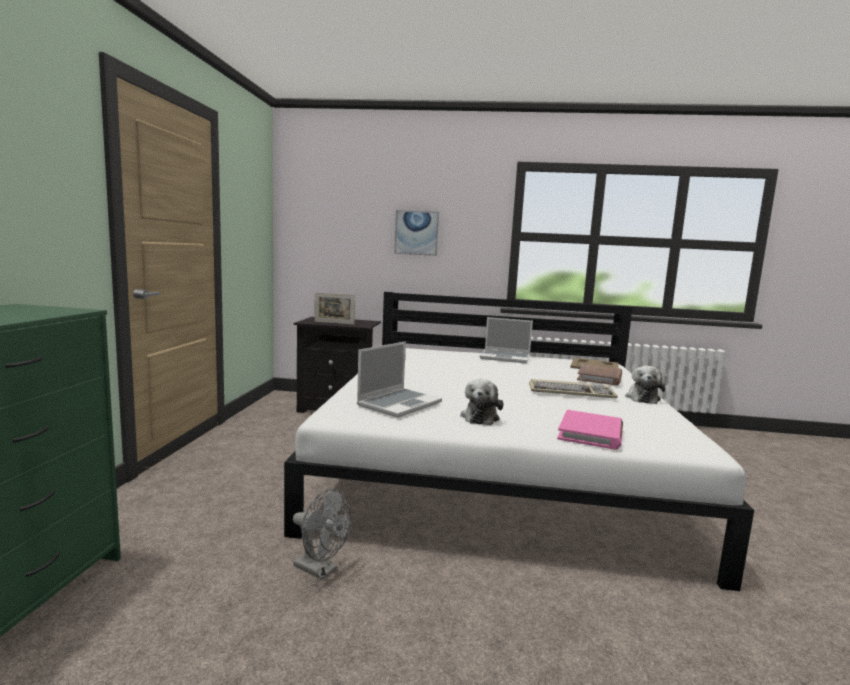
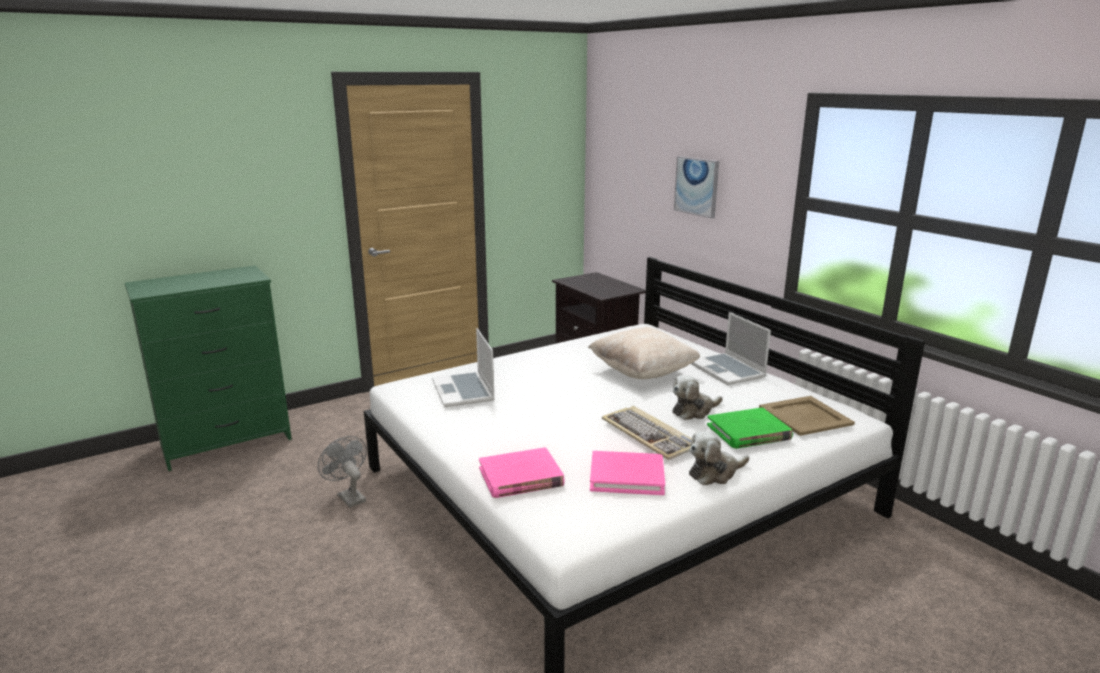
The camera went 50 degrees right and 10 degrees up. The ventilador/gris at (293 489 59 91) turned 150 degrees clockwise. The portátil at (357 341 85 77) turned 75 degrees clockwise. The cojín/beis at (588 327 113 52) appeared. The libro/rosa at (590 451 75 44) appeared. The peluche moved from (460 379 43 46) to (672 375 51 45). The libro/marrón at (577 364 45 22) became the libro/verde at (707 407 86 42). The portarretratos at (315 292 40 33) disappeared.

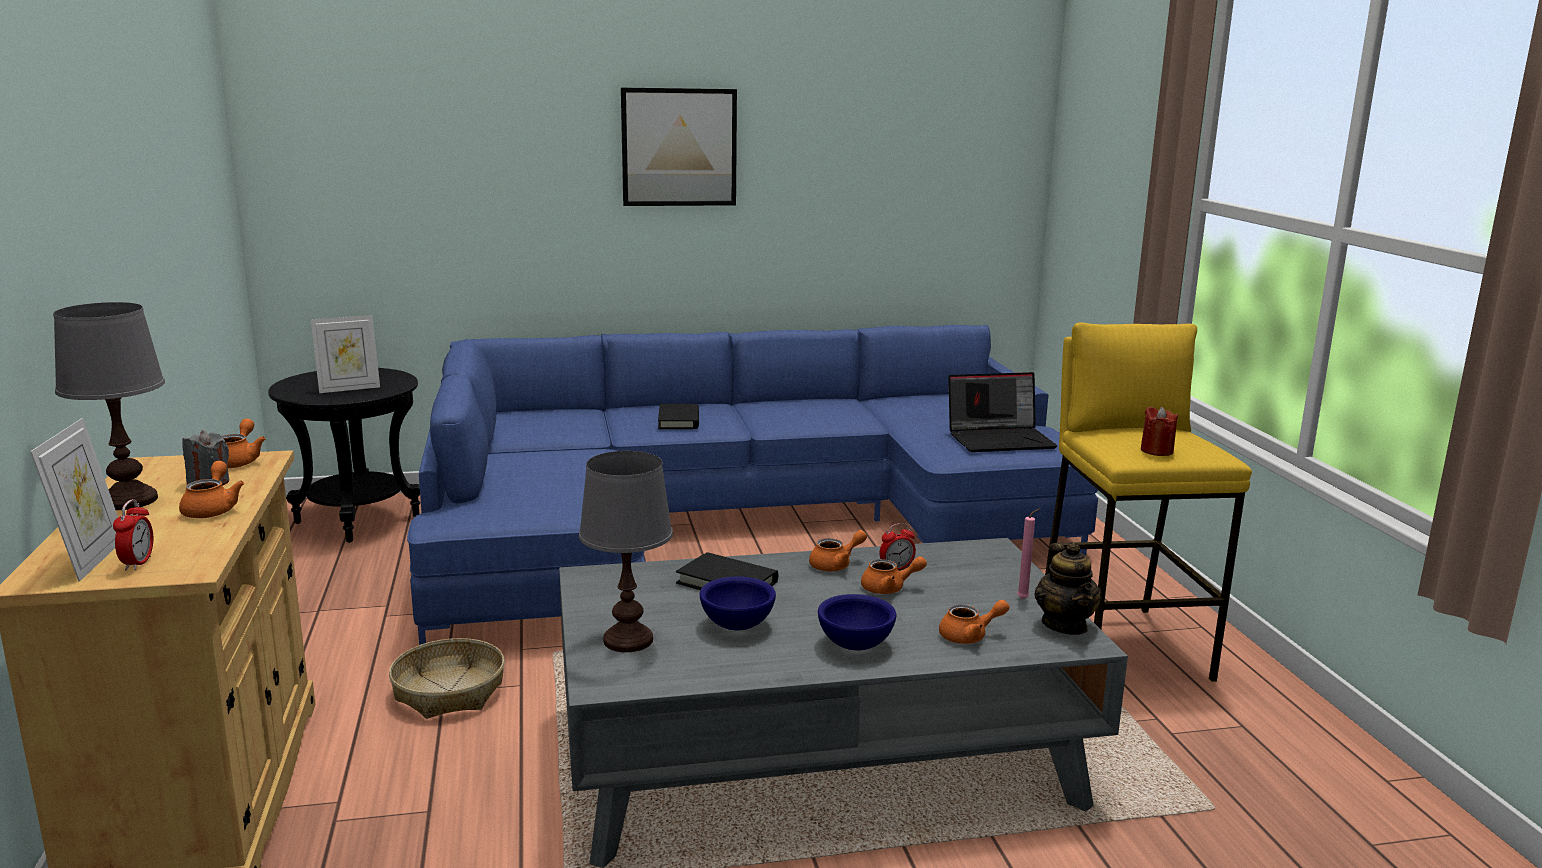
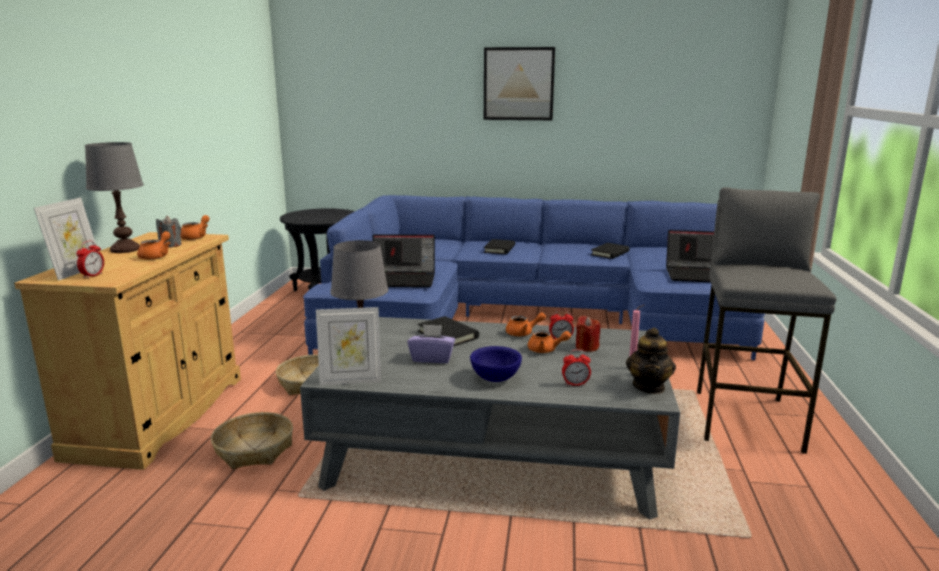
The camera went 20 degrees right and 0 degrees up. The cesta at (211 412 82 57) appeared. The portarretratos moved from (311 315 69 78) to (316 307 65 78). The portátil at (372 234 63 53) appeared. The cuenco/azul at (700 577 76 53) was replaced by the caja de pañuelos/morado at (407 324 48 39). The tetera/naranja at (939 600 71 44) was replaced by the despertador at (562 349 29 37). The vela/rojo moved from (1141 406 37 50) to (576 316 24 36). The libro/negro at (591 243 39 16) appeared. The taburete/amarillo at (1045 322 207 360) became the taburete/gris at (697 187 140 267).

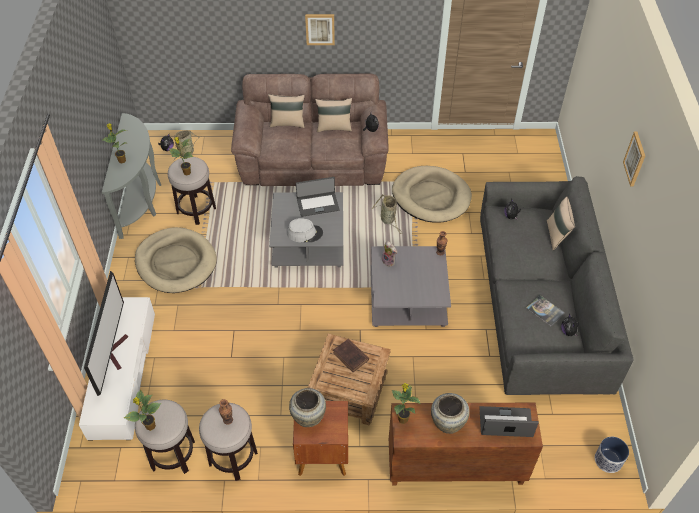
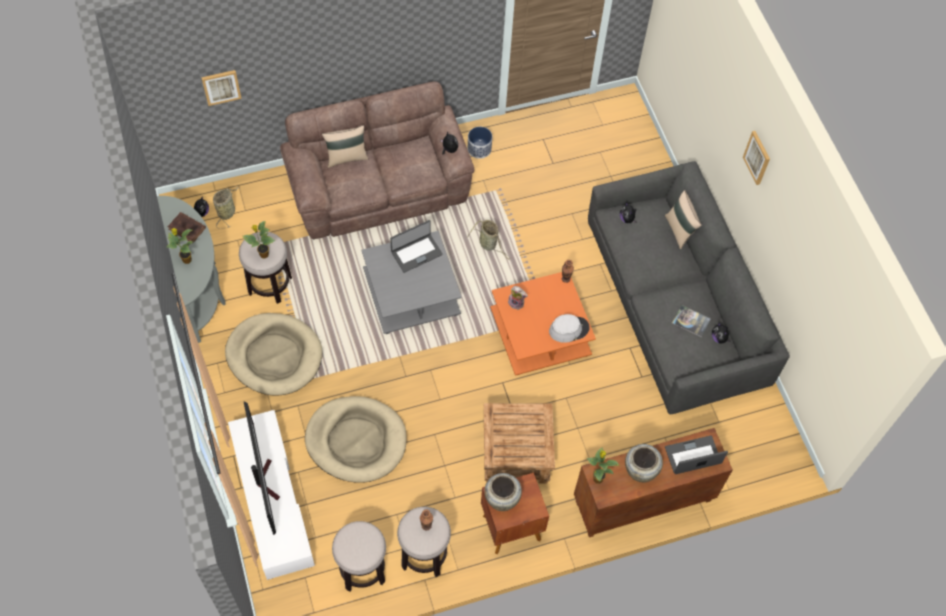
The camera went 20 degrees left and 10 degrees up. The libro/marrón moved from (333 339 36 33) to (168 212 38 31). The cuadro moved from (305 14 30 31) to (201 70 41 36). The cama para perro/beis moved from (392 166 80 56) to (305 396 101 87). The maceta moved from (595 437 34 36) to (468 127 24 32). The mesa de centro/gris at (371 246 80 81) became the mesa de centro/naranja at (490 272 106 104). The sombrero/gris moved from (287 218 36 25) to (549 314 41 29). The planta en maceta at (124 390 37 41) disappeared. The cojín/beis at (315 98 37 34) disappeared.

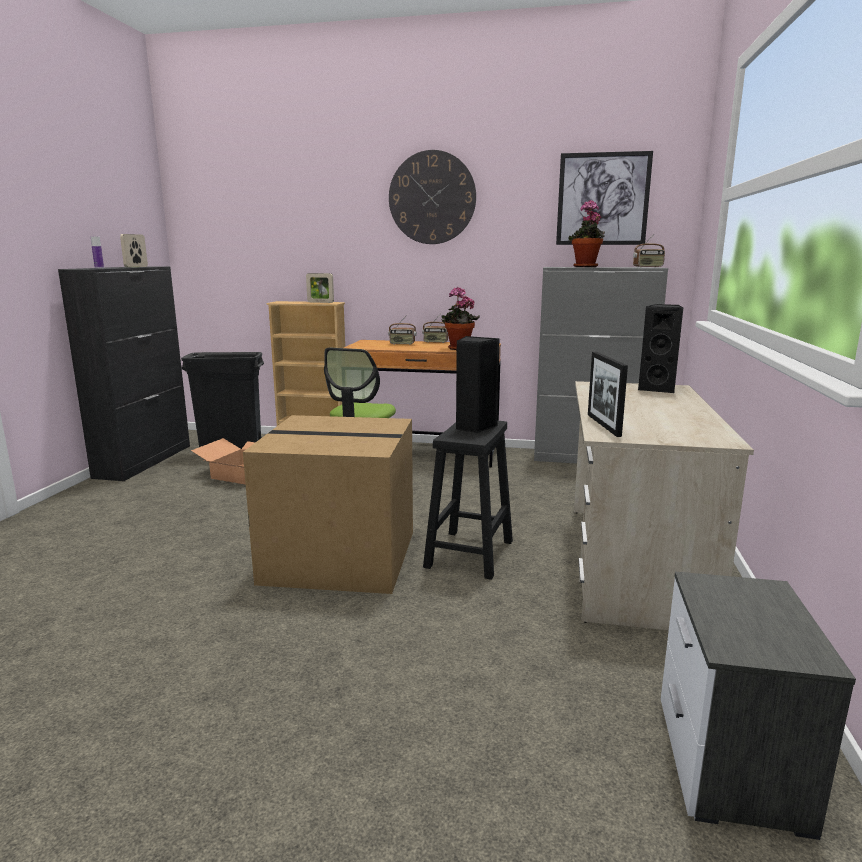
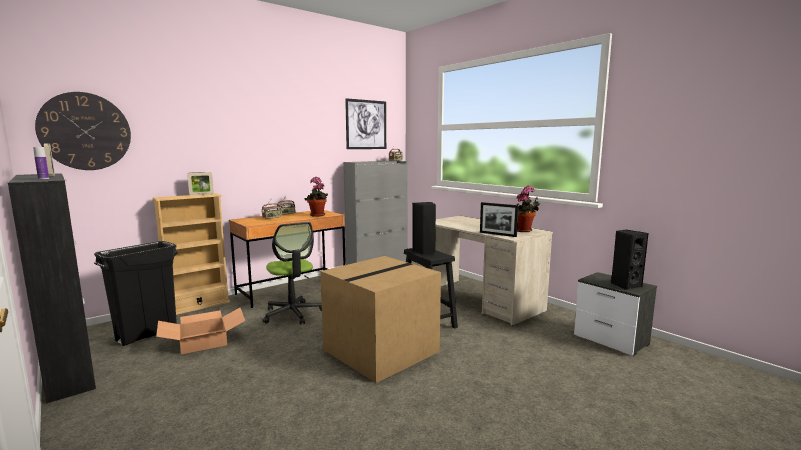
The camera went 50 degrees left and 5 degrees down. The reloj de pared moved from (389 150 87 94) to (35 92 96 78). The planta en maceta moved from (568 200 37 67) to (516 186 24 46). The altavoz/negro moved from (638 304 45 89) to (611 229 38 61).

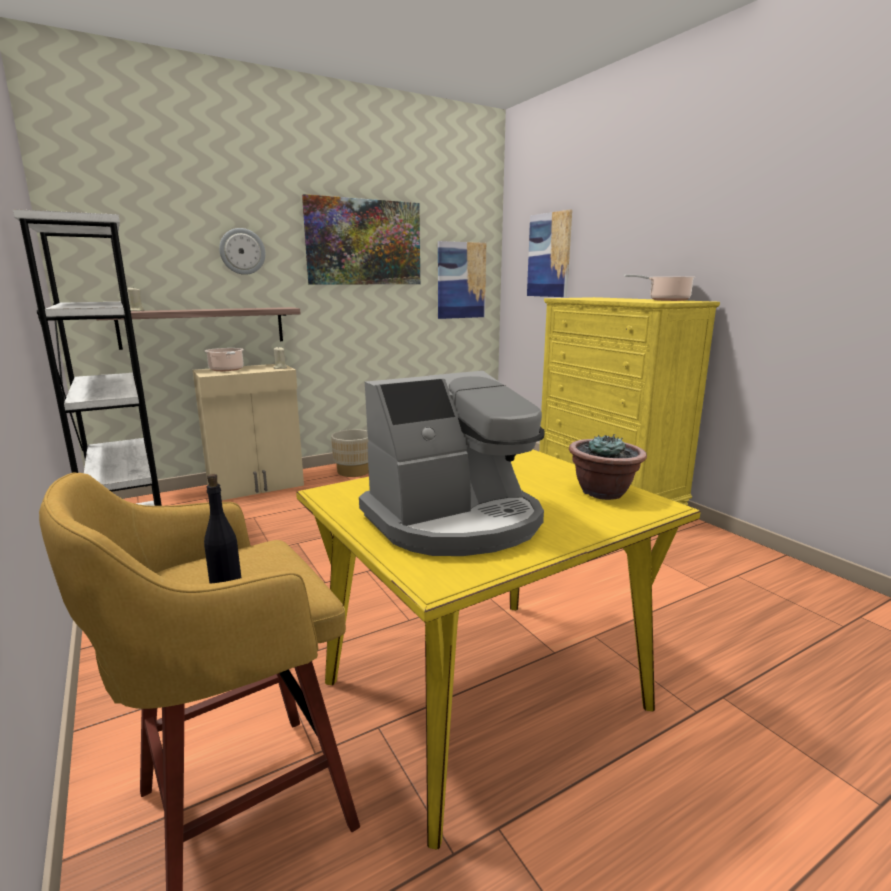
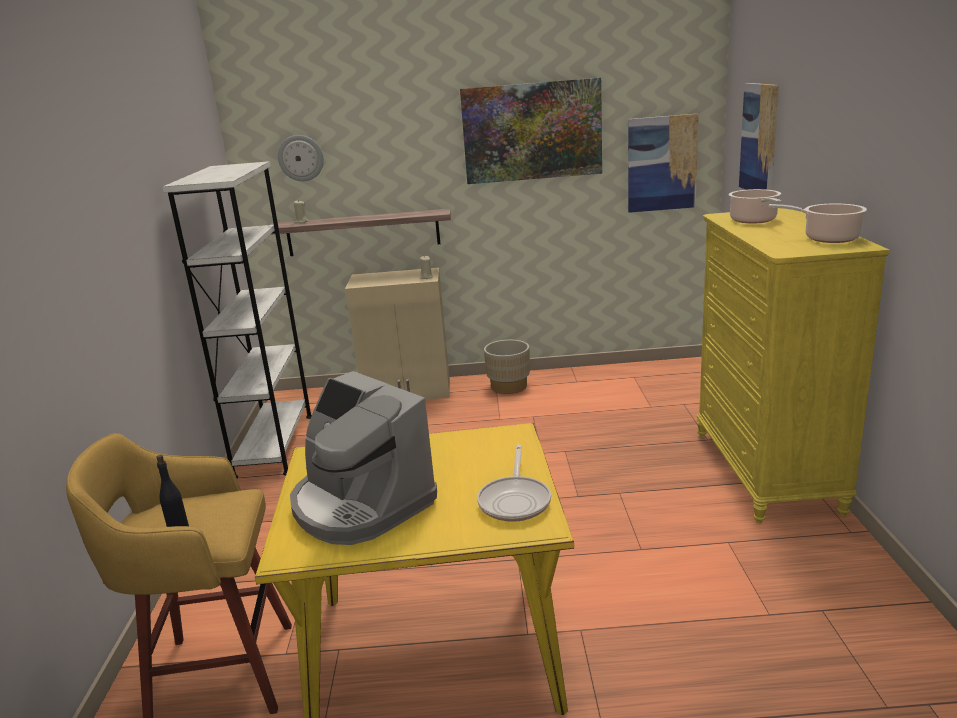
The camera went 30 degrees right and 5 degrees up. The reloj de pared moved from (219 228 46 47) to (278 135 46 46). The cafetera at (359 371 186 185) turned 45 degrees clockwise. The planta en maceta at (569 434 78 66) was replaced by the sartén at (477 445 74 77). The olla moved from (205 348 39 23) to (729 189 53 35).

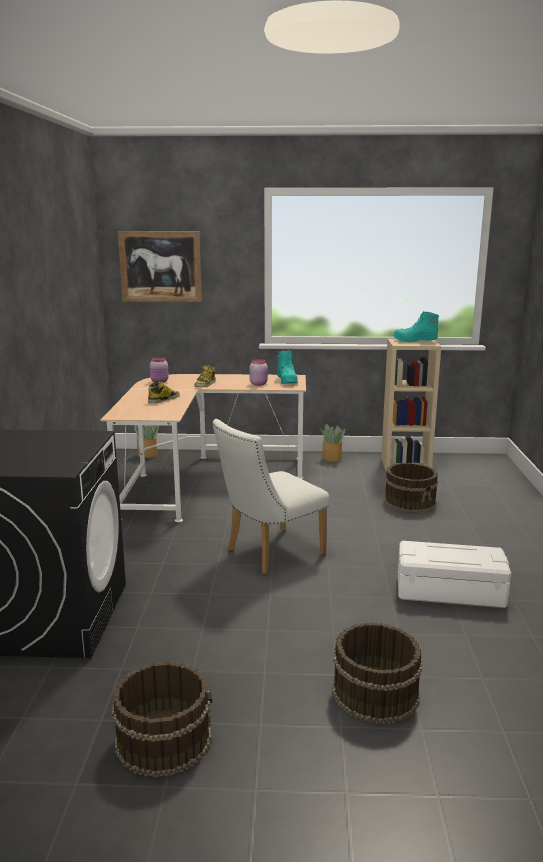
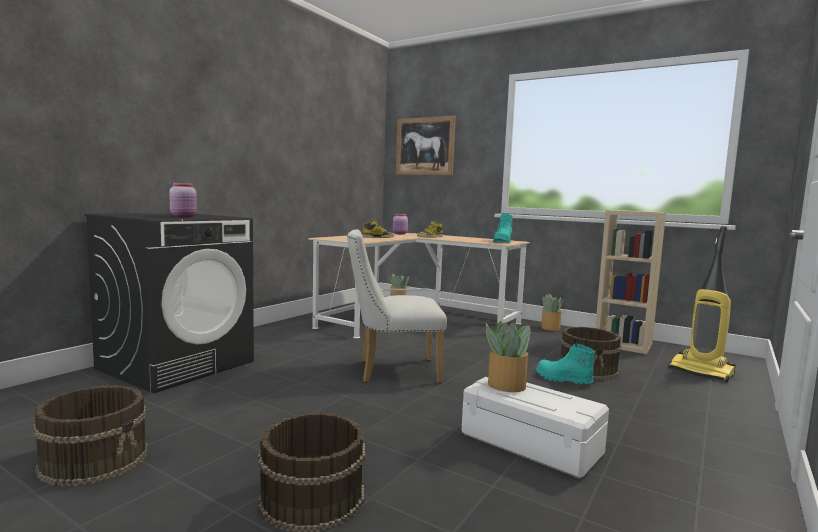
The camera went 30 degrees right and 10 degrees down. The tarro/rosa moved from (249 359 19 27) to (169 183 28 34). The planta en maceta at (486 321 44 71) appeared. The bota/turquesa moved from (393 311 46 32) to (536 344 59 40). The aspiradora at (668 226 68 156) appeared.

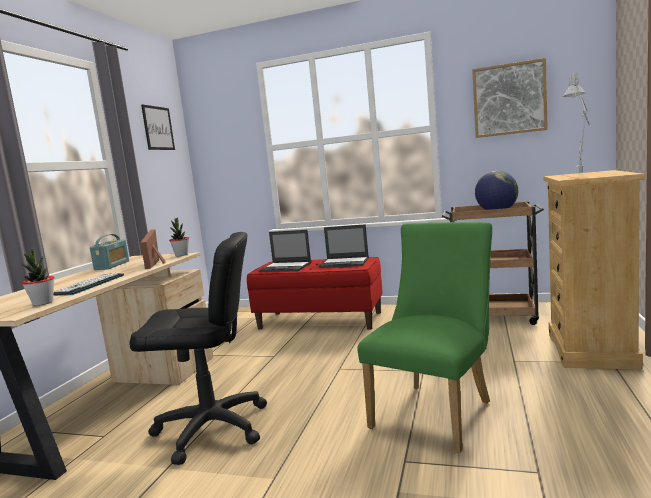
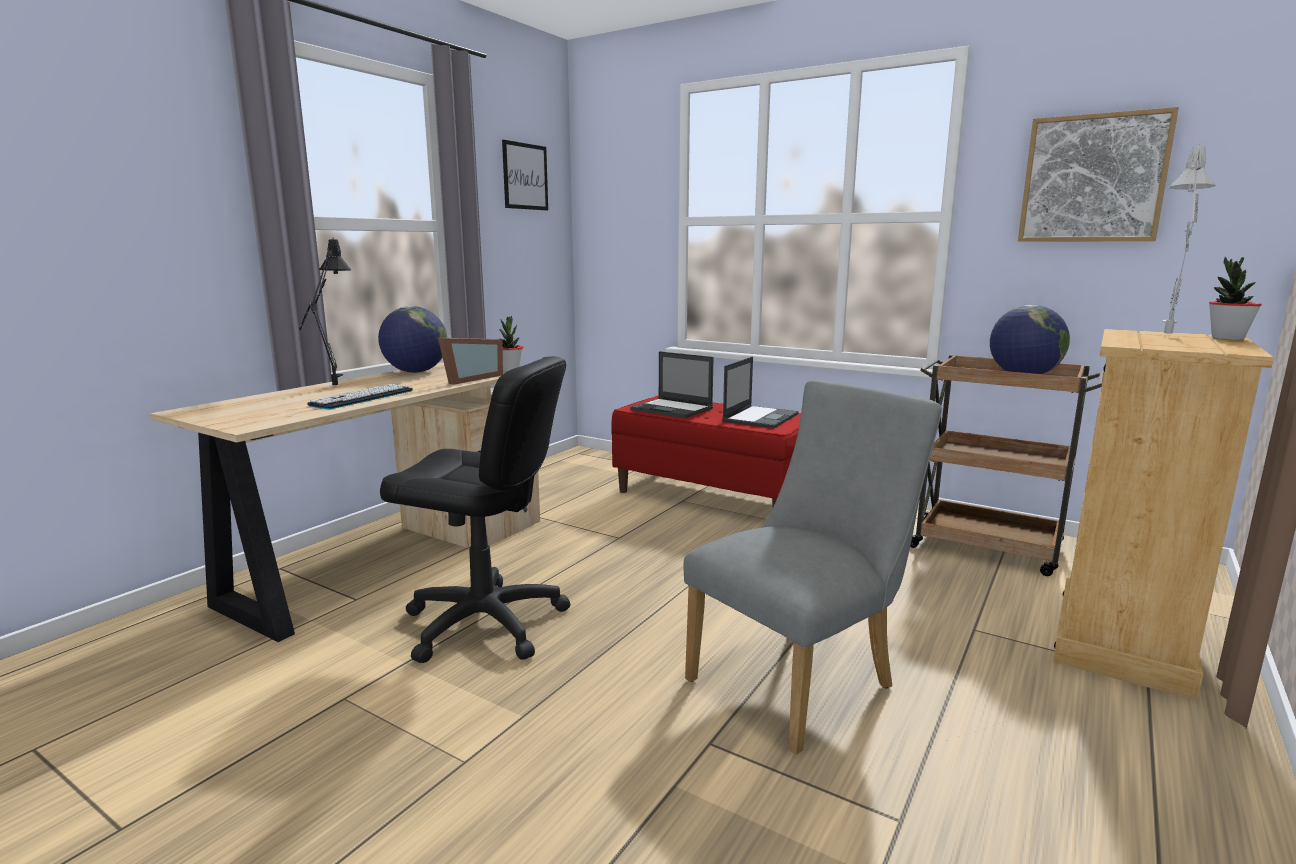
The camera went 15 degrees right and 5 degrees up. The lámpara de mesa/negro at (299 239 52 146) appeared. The radio at (90 234 39 36) was replaced by the globo terráqueo at (378 306 69 67). The portarretratos at (141 229 25 40) turned 150 degrees counterclockwise. The silla/verde at (357 222 135 231) became the silla/gris at (683 380 259 375). The portátil at (319 224 50 44) turned 90 degrees counterclockwise. The planta en maceta moved from (22 248 32 58) to (1209 257 53 83).

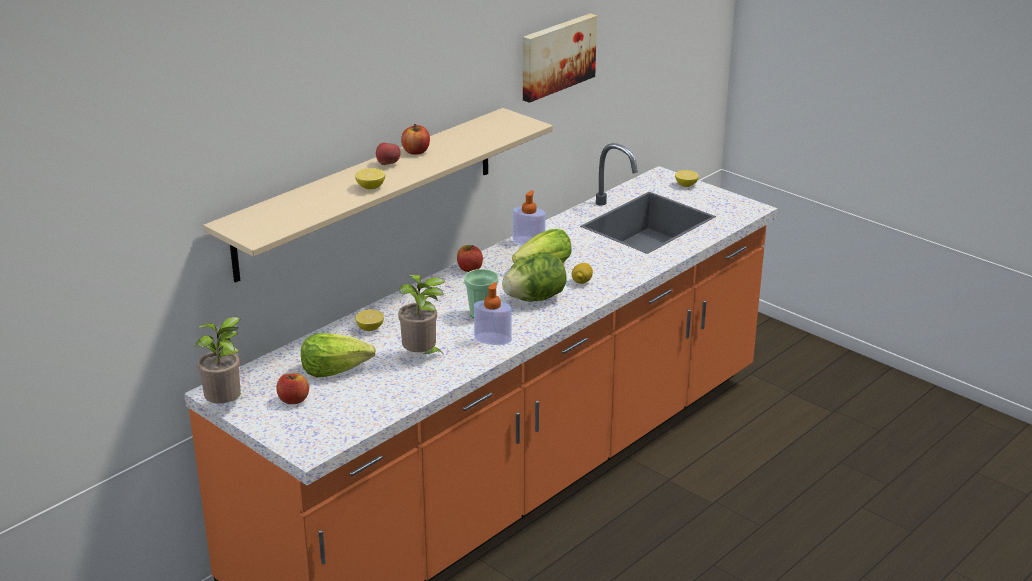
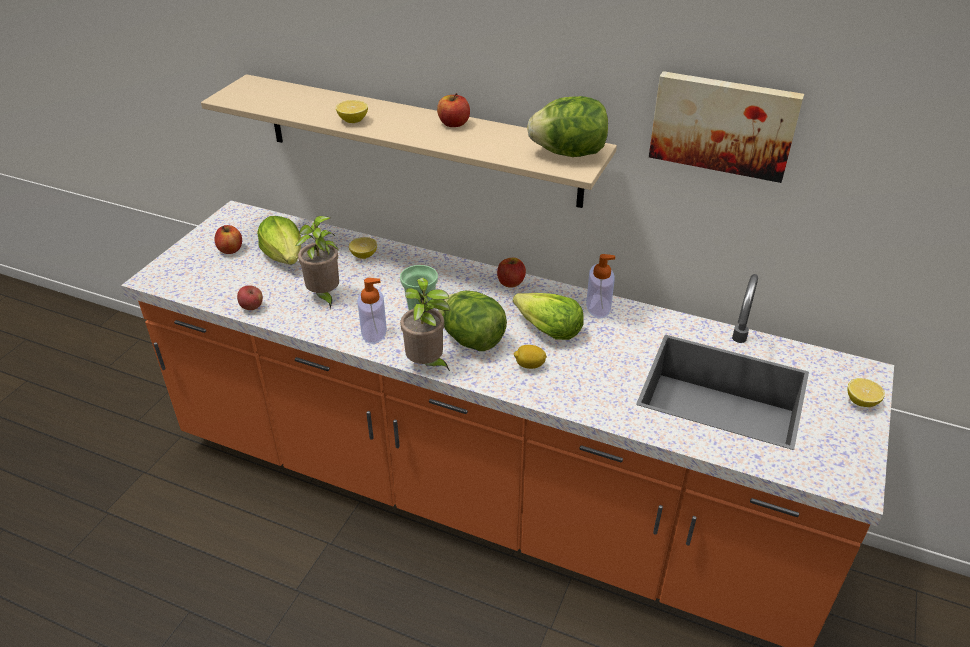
The camera went 70 degrees right and 10 degrees up. The manzana moved from (376 143 25 22) to (237 286 26 24). The planta en maceta moved from (196 317 46 87) to (400 278 50 93). The lechuga at (527 96 81 61) appeared.

